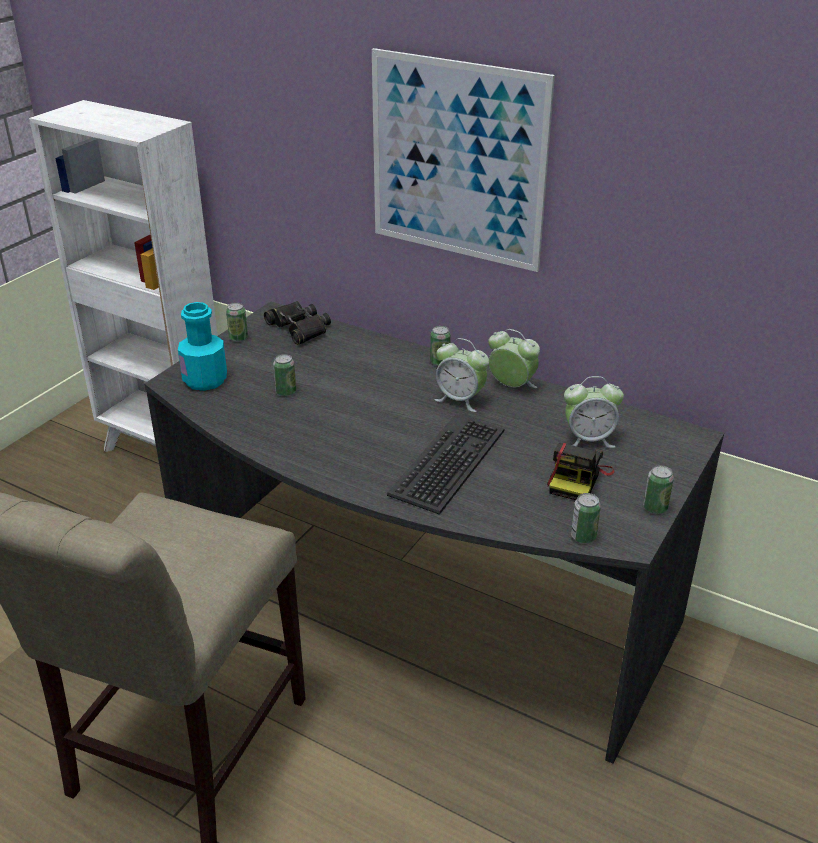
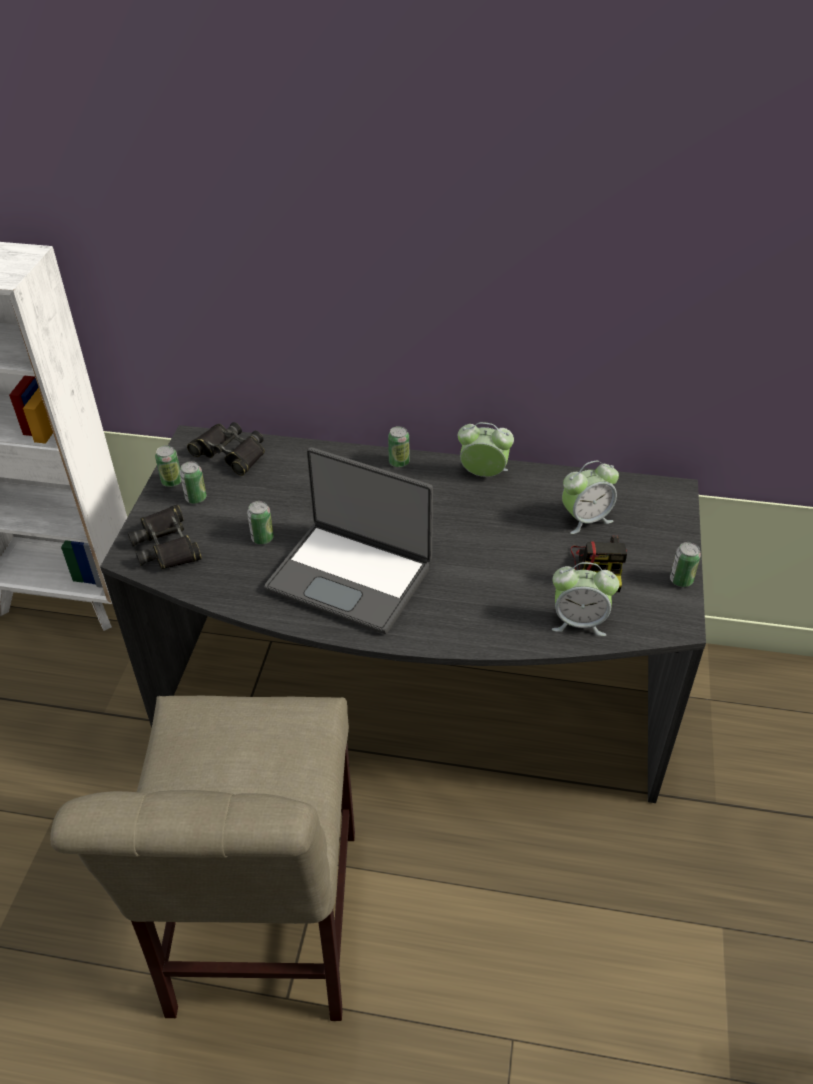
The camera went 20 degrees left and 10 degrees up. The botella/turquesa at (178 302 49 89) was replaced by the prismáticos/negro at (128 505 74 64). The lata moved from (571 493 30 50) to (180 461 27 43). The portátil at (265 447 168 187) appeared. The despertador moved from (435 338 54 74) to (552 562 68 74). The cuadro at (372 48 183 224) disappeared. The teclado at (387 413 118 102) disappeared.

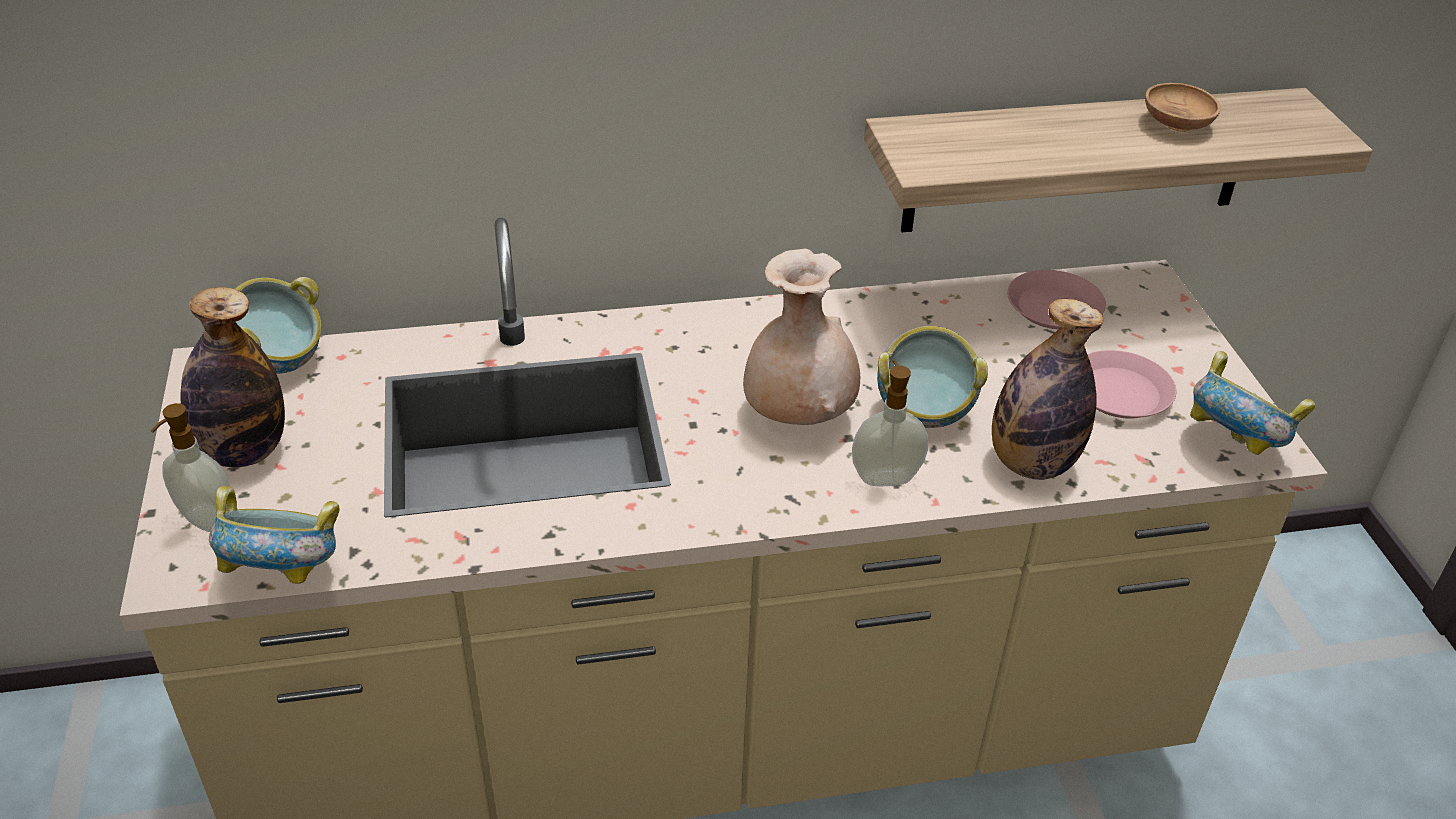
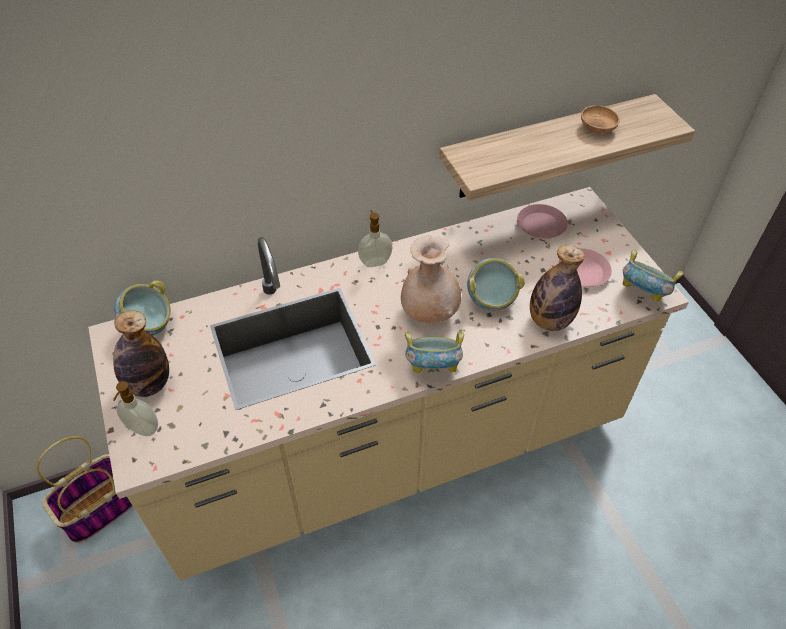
The camera went 10 degrees left and 10 degrees up. The cesta at (36 436 97 107) appeared. The dispensador de jabón moved from (852 360 76 126) to (358 210 35 57). The cuenco moved from (209 485 130 99) to (405 331 59 42).

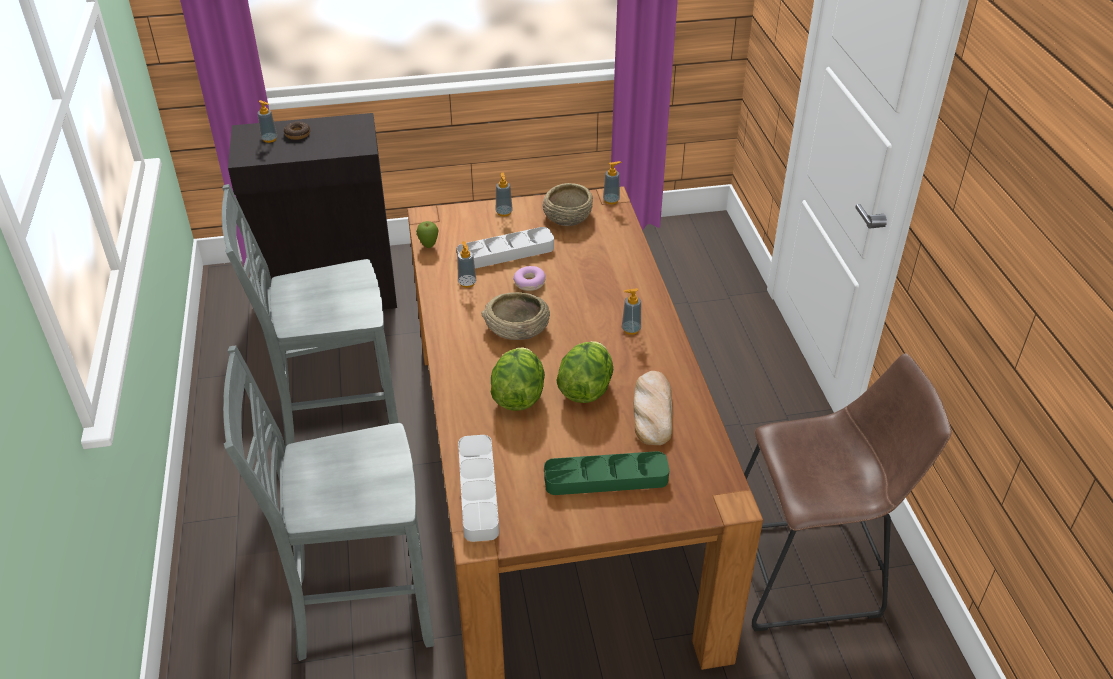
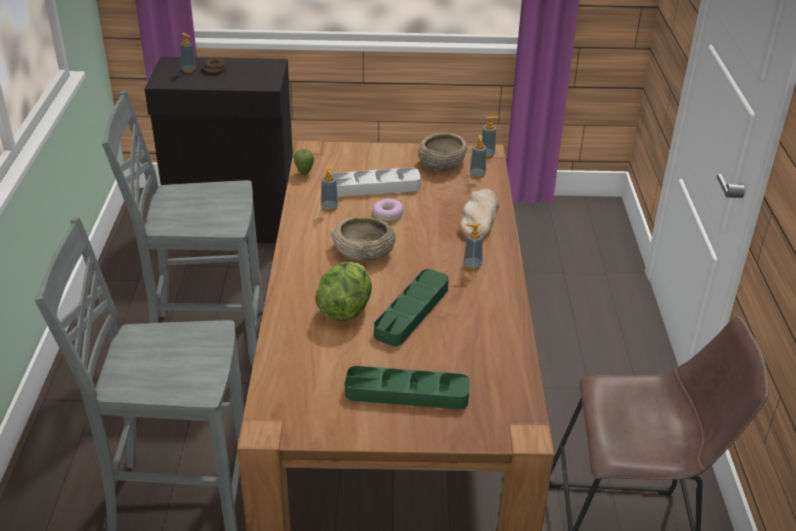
The camera went 10 degrees right and 5 degrees down. The lechuga at (556 341 57 62) was replaced by the bandeja/verde at (374 269 75 77). The pan moved from (633 371 40 74) to (459 189 40 50). The dispensador de jabón moved from (496 172 17 44) to (469 135 18 43). The bandeja/gris at (458 435 41 107) disappeared.

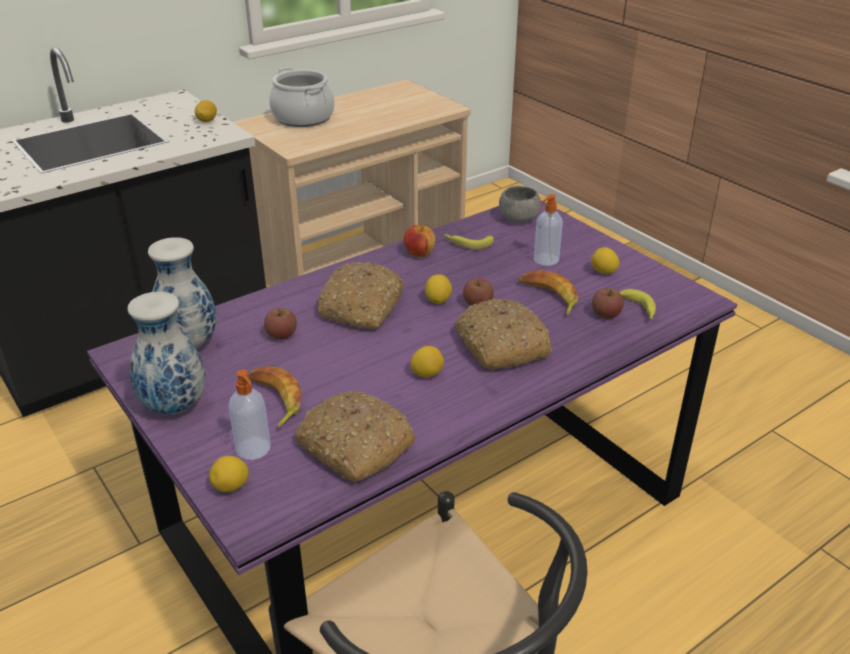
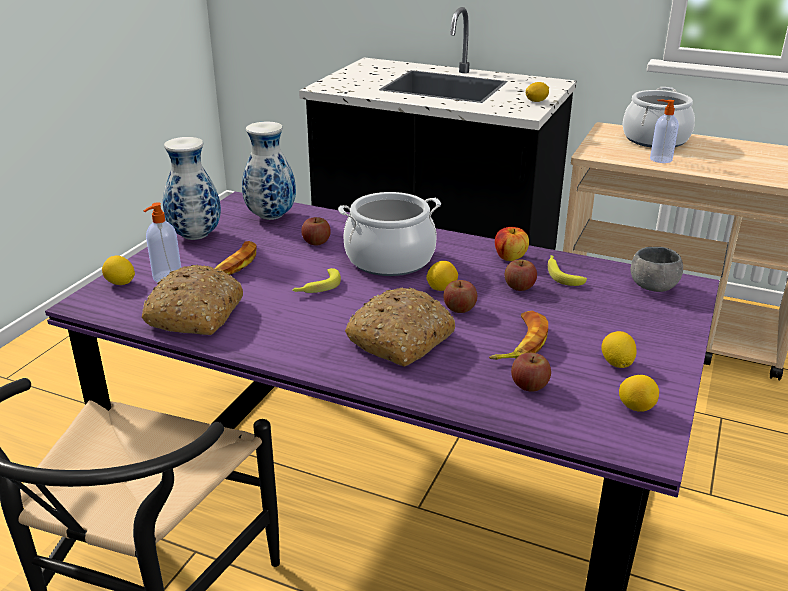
The camera went 60 degrees right and 5 degrees down. The plátano moved from (619 289 37 31) to (292 268 49 25). The pan at (318 262 86 67) was replaced by the olla at (338 192 103 84). The manzana at (505 260 32 31) appeared. The limón moved from (410 346 34 31) to (619 375 40 37). The dispensador de jabón moved from (534 194 29 72) to (650 100 29 63).

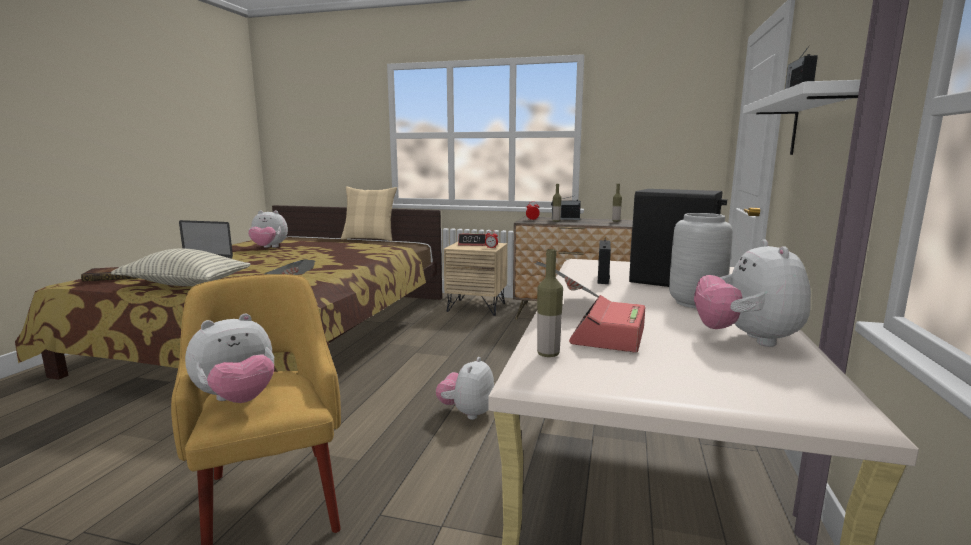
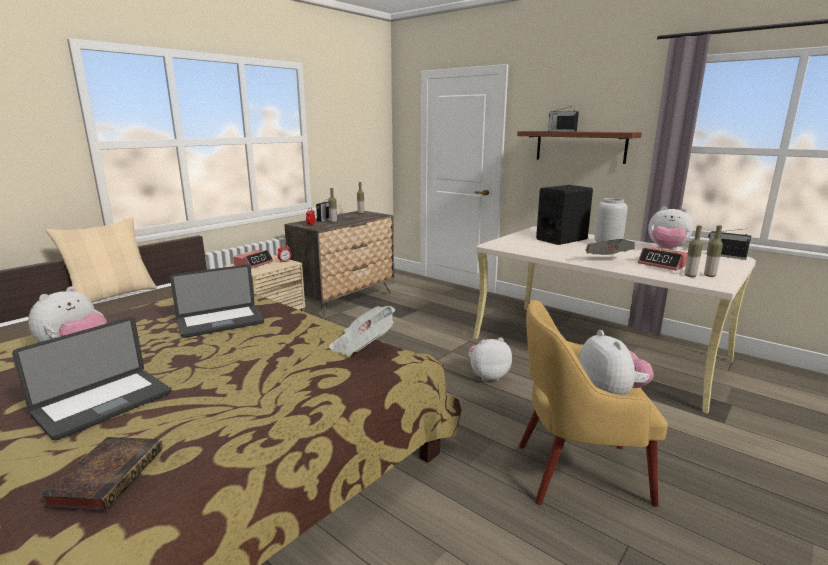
The camera went 65 degrees left and 5 degrees up. The portátil at (170 264 94 74) appeared. The peluche at (436 357 58 63) turned 120 degrees clockwise. The estante/blanco at (743 80 118 75) became the estante/marrón at (517 131 125 33). The botella at (704 225 19 52) appeared. The radio moved from (597 240 14 44) to (707 229 44 31). The cojín at (111 249 139 37) disappeared.

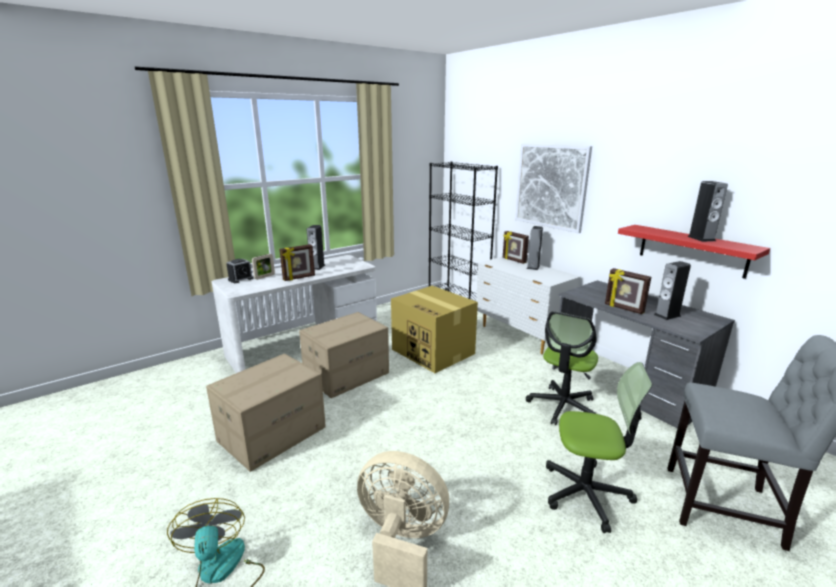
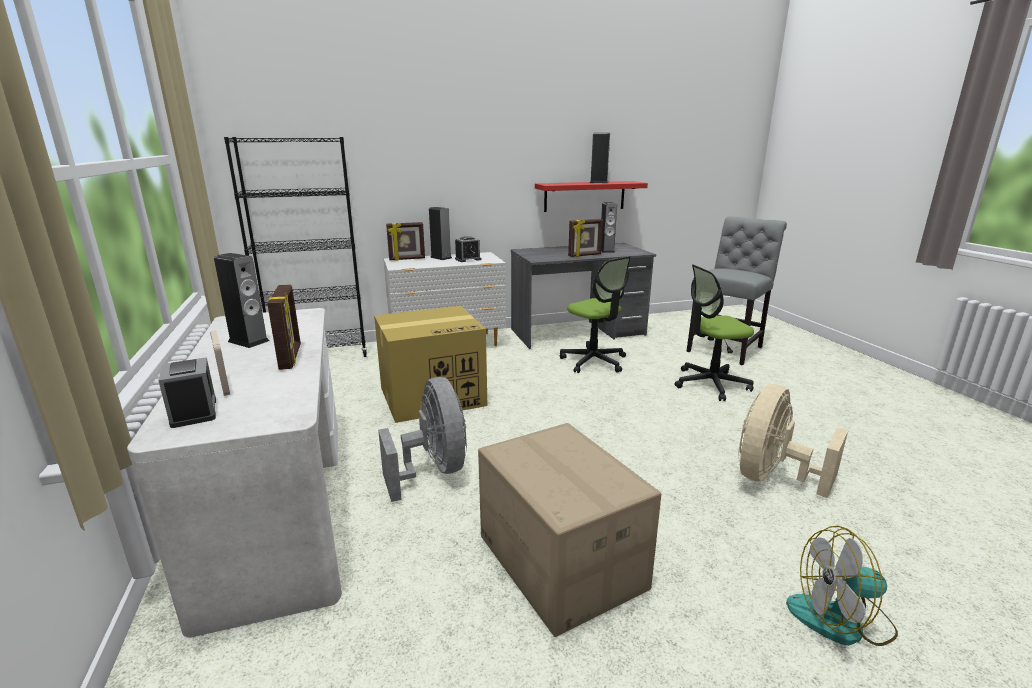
The camera went 70 degrees left and 0 degrees up. The caja de cartón at (299 312 90 86) was replaced by the ventilador/gris at (378 377 89 125). The despertador at (455 236 26 26) appeared. The silla de oficina at (546 362 106 171) turned 135 degrees counterclockwise. The cuadro at (515 143 77 90) disappeared.

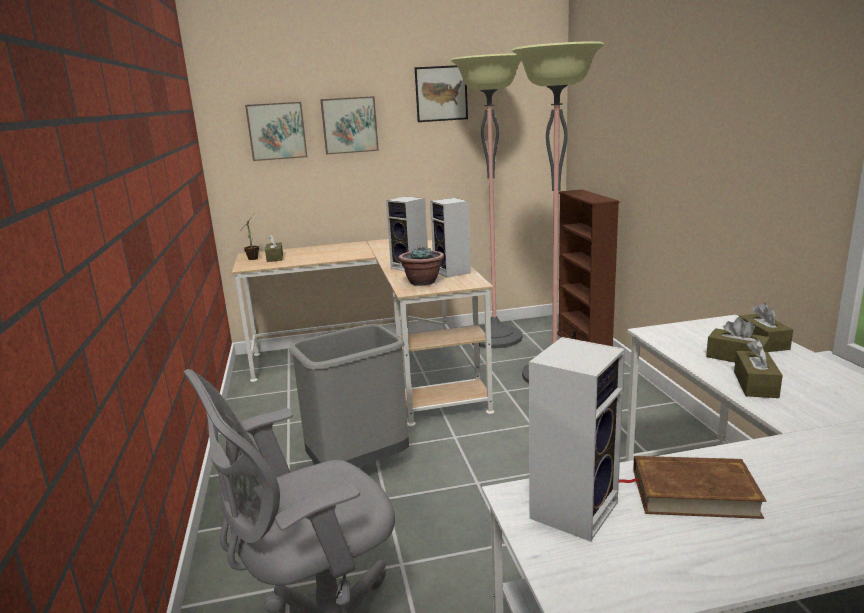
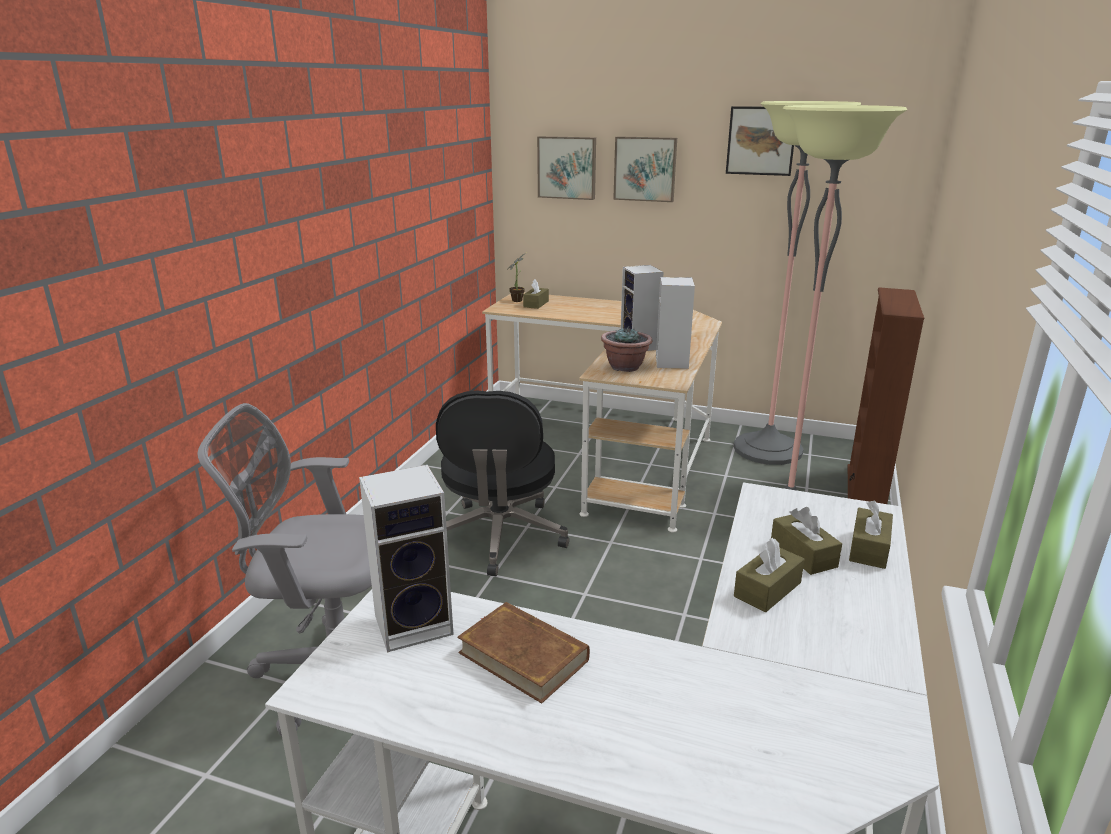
The camera went 30 degrees right and 5 degrees up. The papelera/gris at (289 324 120 143) was replaced by the silla de oficina/negro at (436 391 133 185).

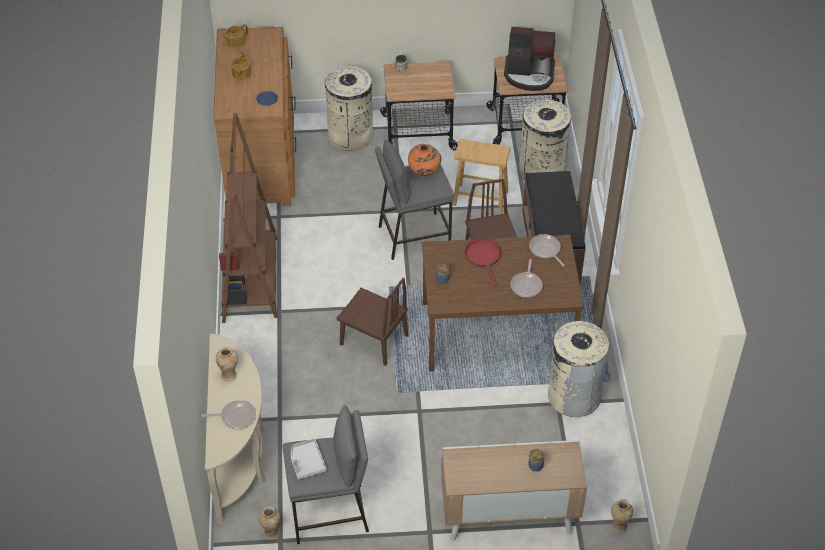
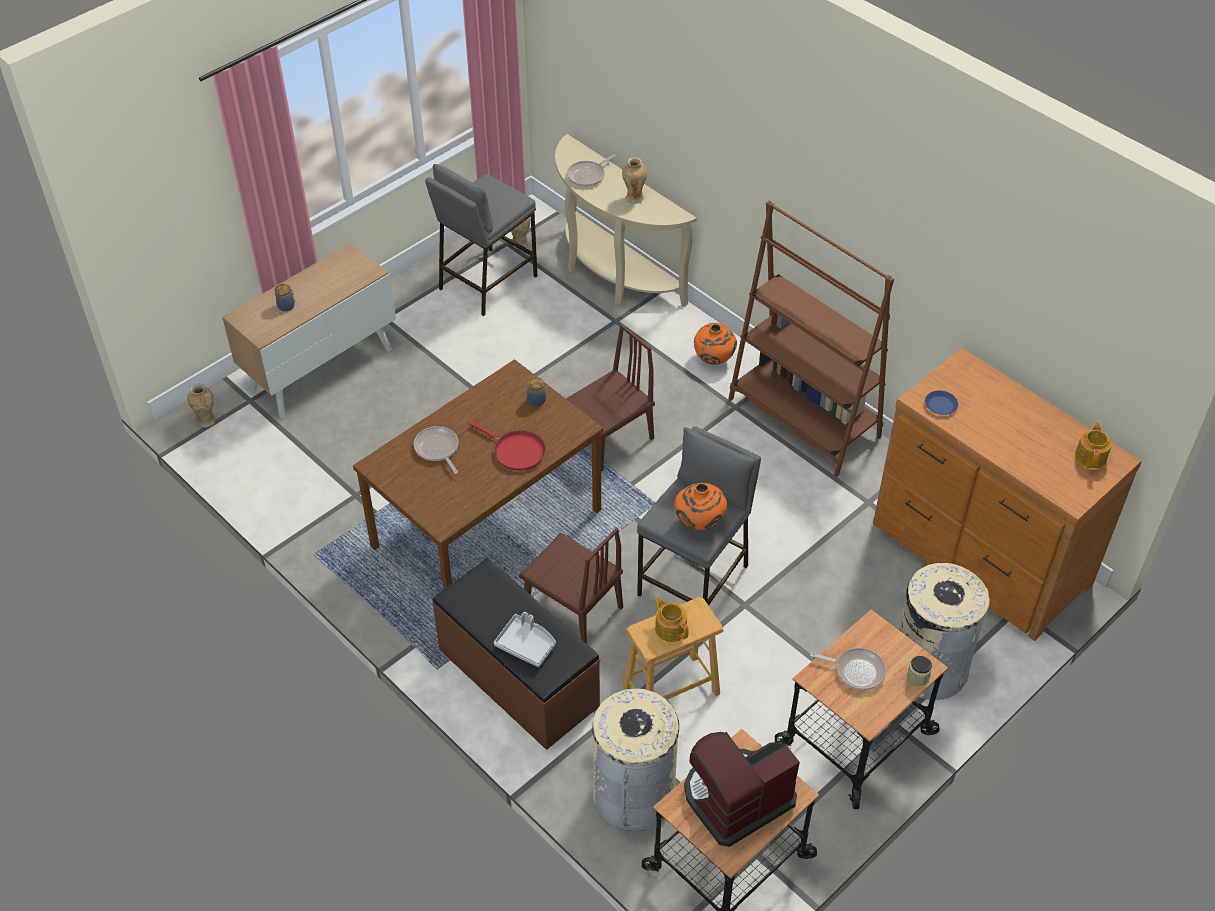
The camera went 140 degrees right and 0 degrees up. The bandeja/gris moved from (291 438 36 42) to (494 612 62 55). The silla/marrón at (337 277 71 89) turned 150 degrees clockwise. The tetera moved from (231 53 20 27) to (654 597 35 45). The florero/naranja at (694 323 43 42) appeared. The sartén moved from (529 234 36 33) to (810 648 76 42). The papelera/beis at (548 321 61 96) disappeared.

